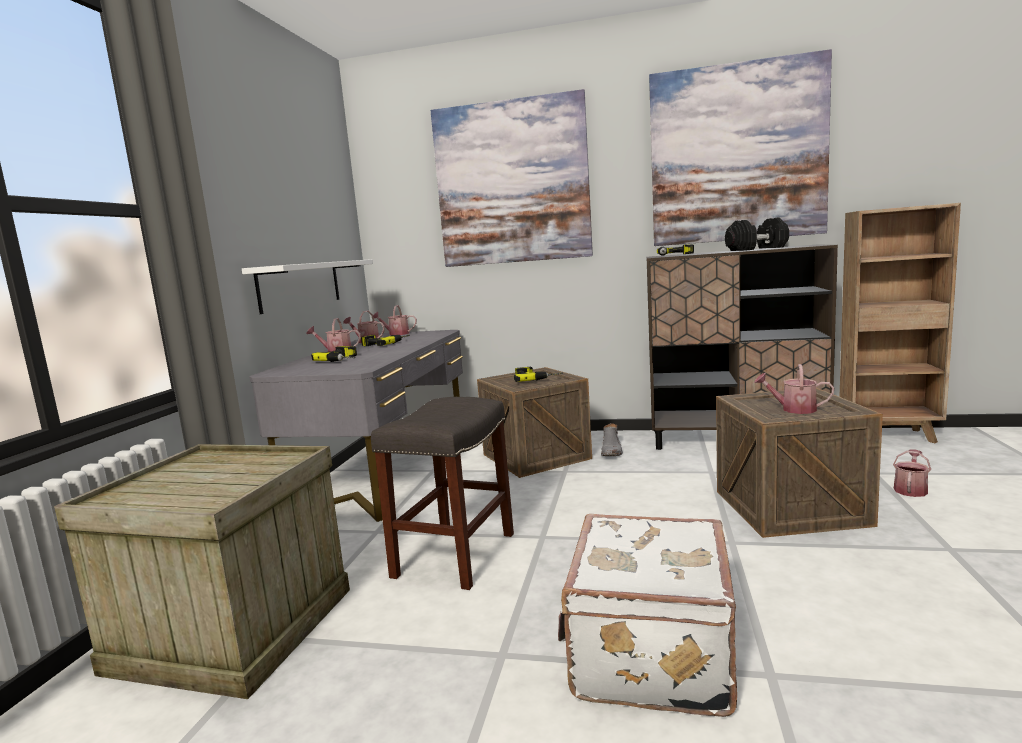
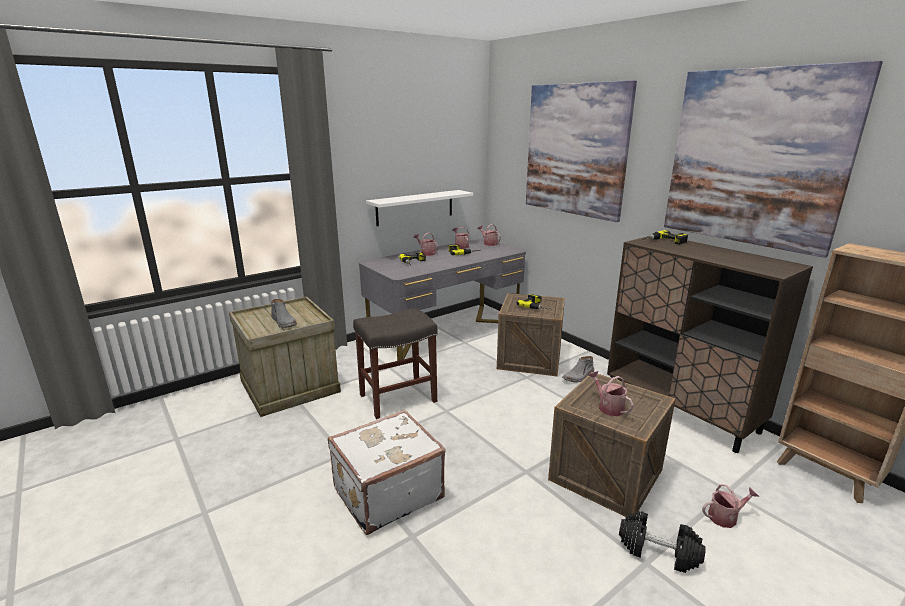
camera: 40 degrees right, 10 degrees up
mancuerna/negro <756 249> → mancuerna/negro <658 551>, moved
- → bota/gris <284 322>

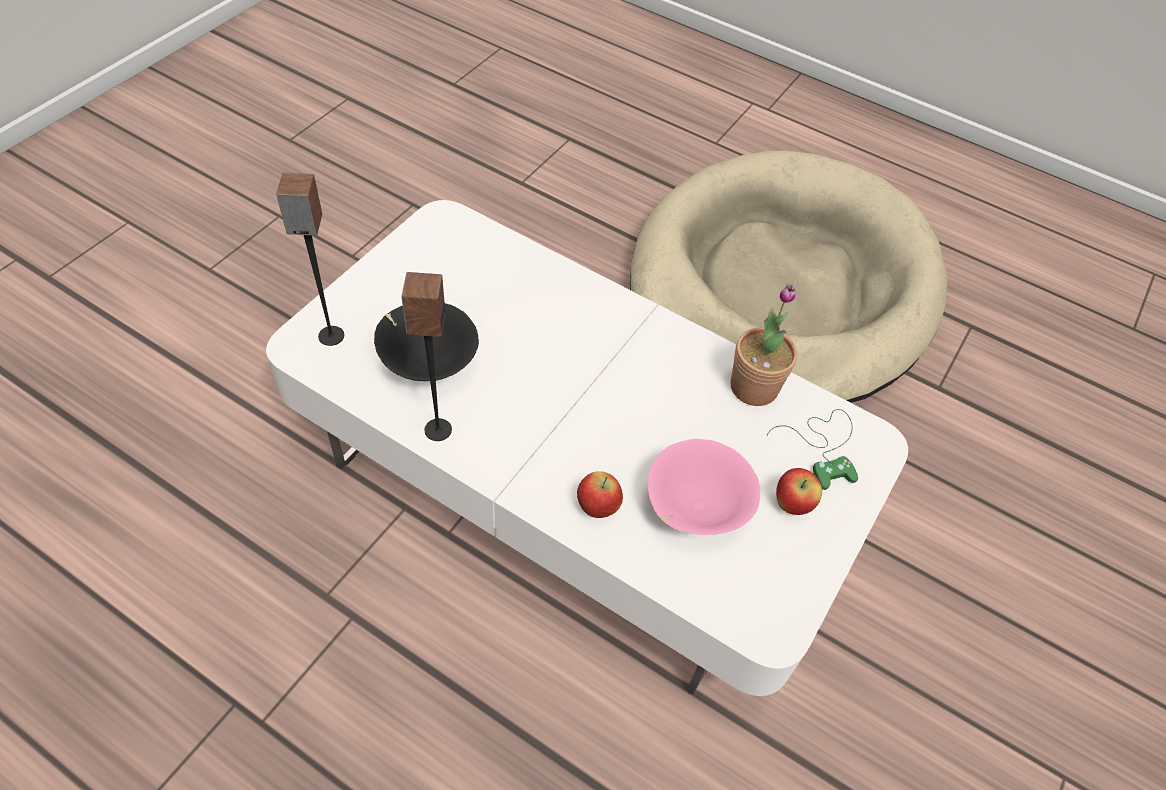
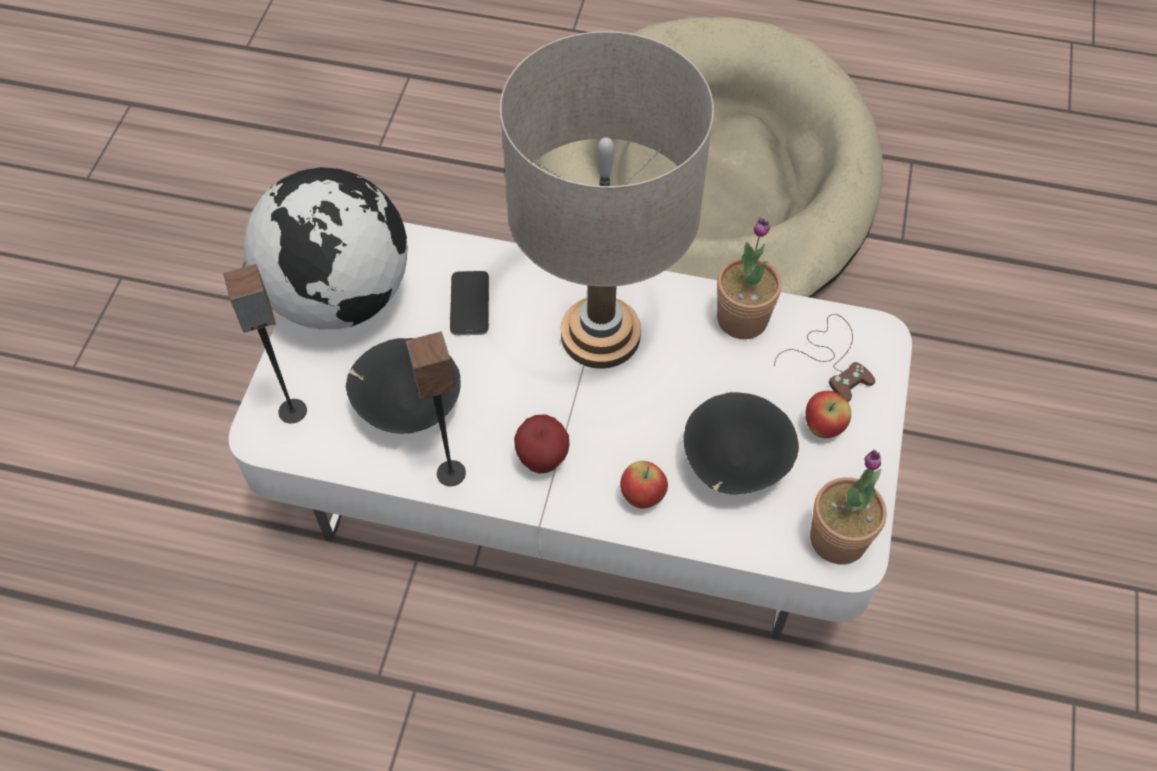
camera: 15 degrees left, 5 degrees up
cuenco/rosa <694 508> → cuenco/negro <734 464>
mando de consola/verde <824 446> → mando de consola/marrón <831 358>
- → globo terráqueo <340 296>
- → móvil <469 304>
- → lámpara de mesa/beis <601 334>
- → manzana <542 460>
- → planta en maceta <838 539>

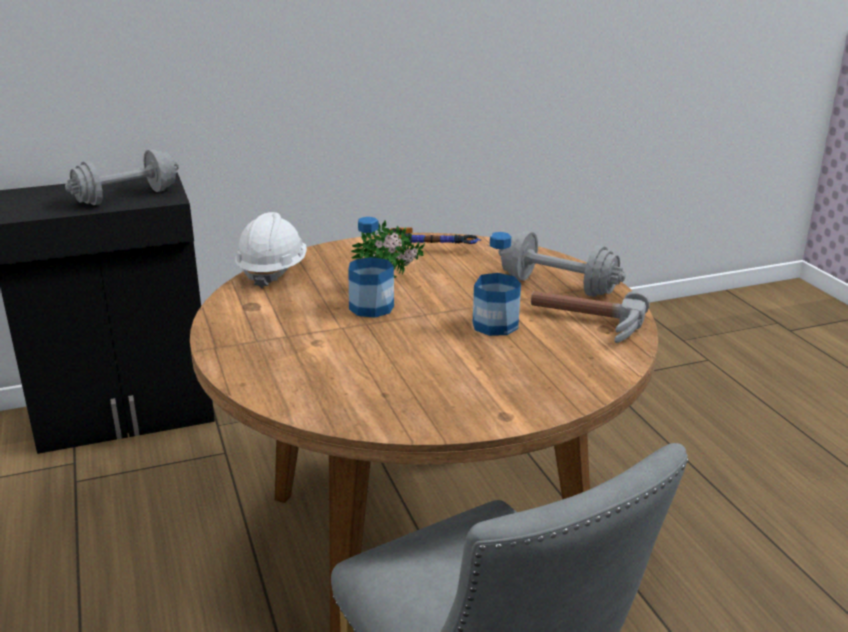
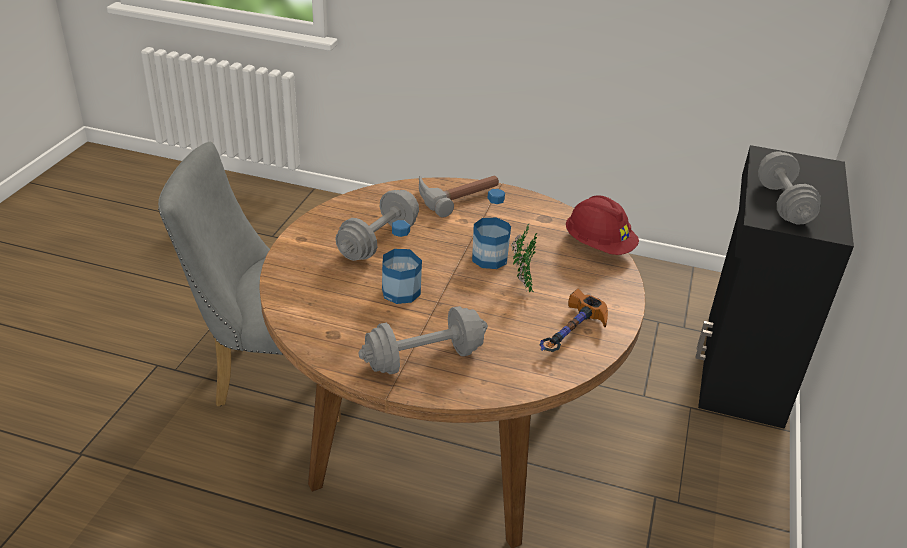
camera: 125 degrees right, 10 degrees up
casco/blanco <272 272> → casco/rojo <599 245>
martillo <584 324> → martillo <456 195>, moved
- → mancuerna/gris <378 241>

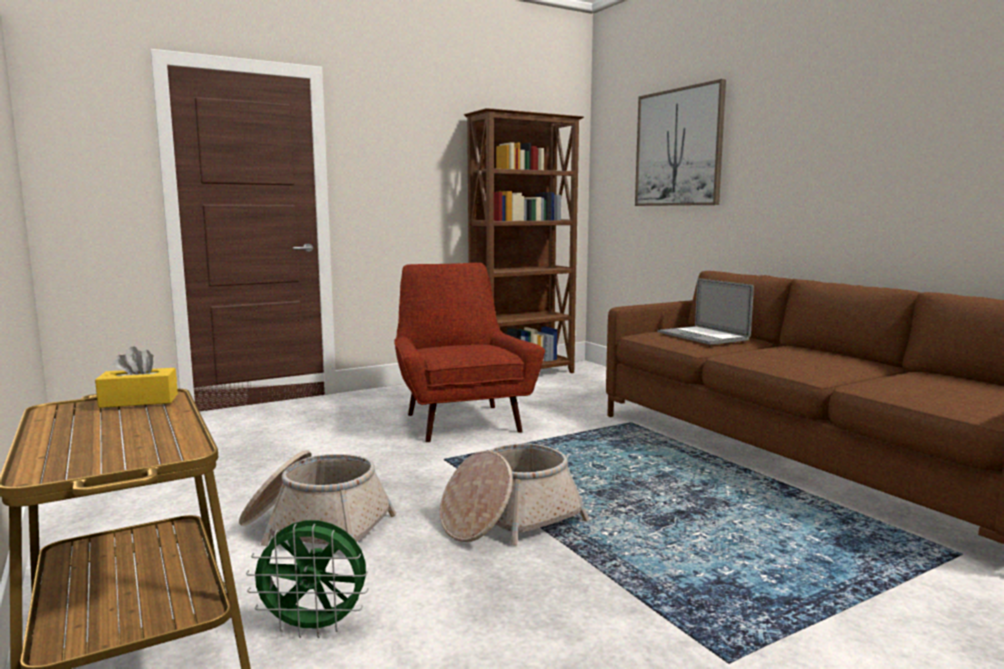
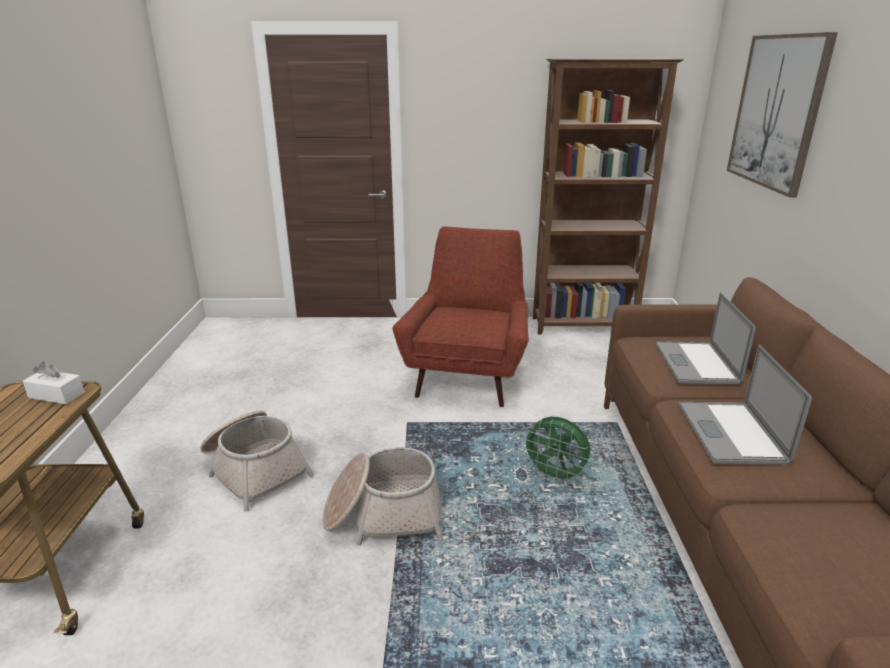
camera: 30 degrees right, 15 degrees up
caja de pañuelos/amarillo <139 401> → caja de pañuelos/blanco <56 395>
ventilador/verde <315 627> → ventilador/verde <555 475>, moved
- → portátil <731 432>

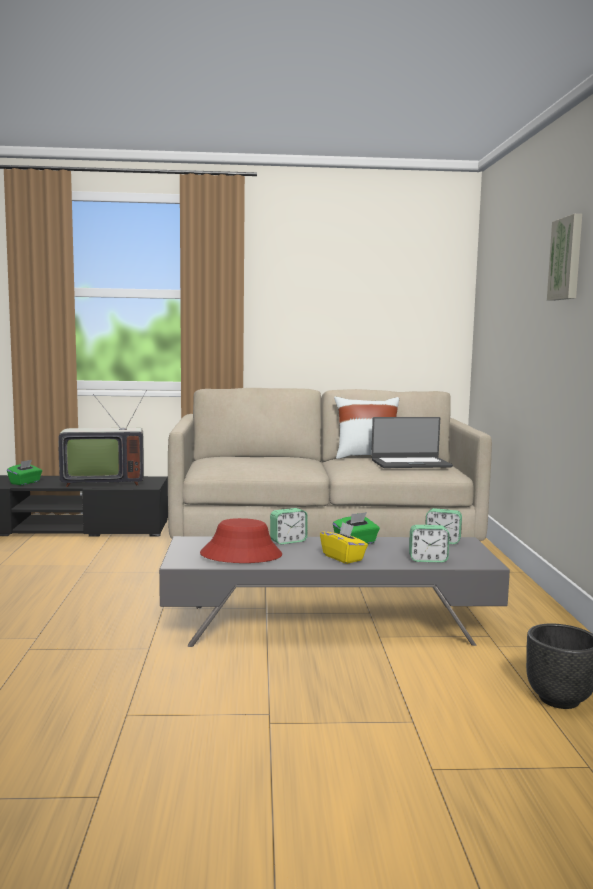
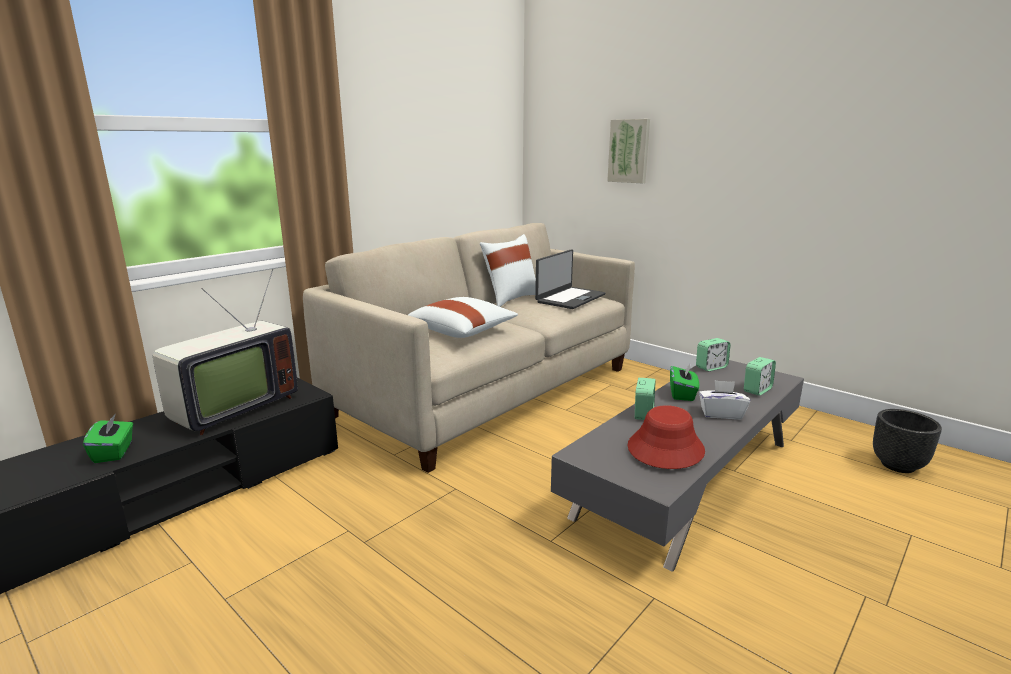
camera: 45 degrees left, 10 degrees up
caja de pañuelos/amarillo <343 558> → caja de pañuelos/blanco <721 414>
cuadro <567 259> → cuadro <629 151>, moved
- → cojín/blanco <463 331>

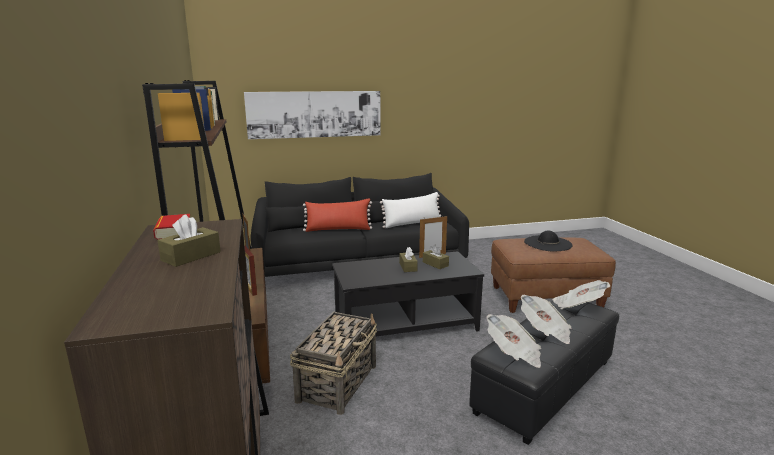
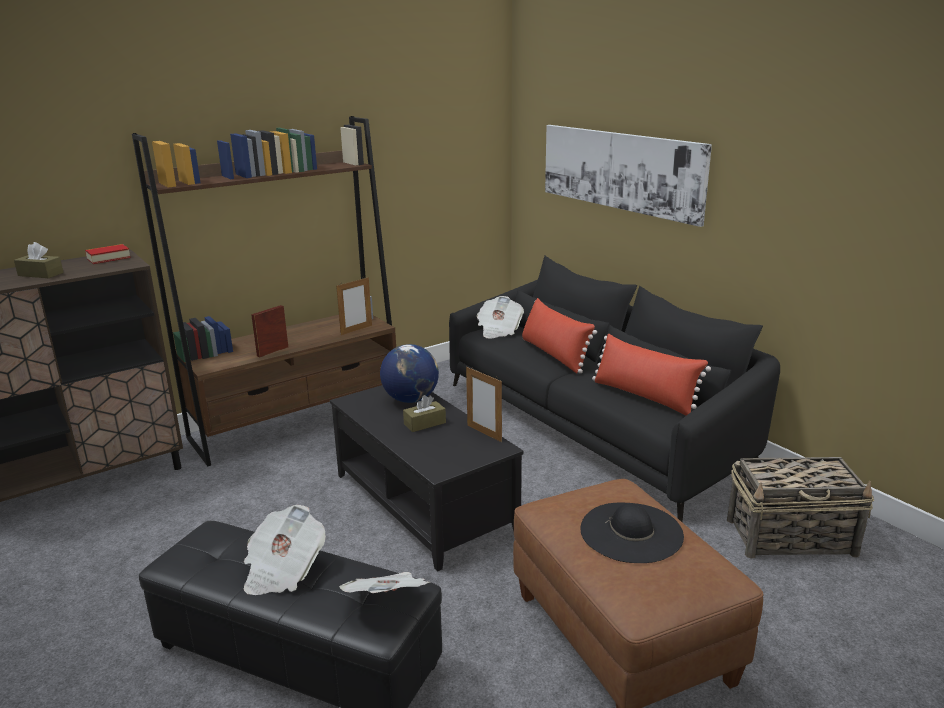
camera: 70 degrees right, 5 degrees up
cesta <338 382> → cesta <792 537>, moved
cojín/blanco <412 224> → cojín/rojo <644 397>
caja de pañuelos/marrón <435 264> → -
periódico <514 354> → periódico <498 330>, moved
- → globo terráqueo <410 399>

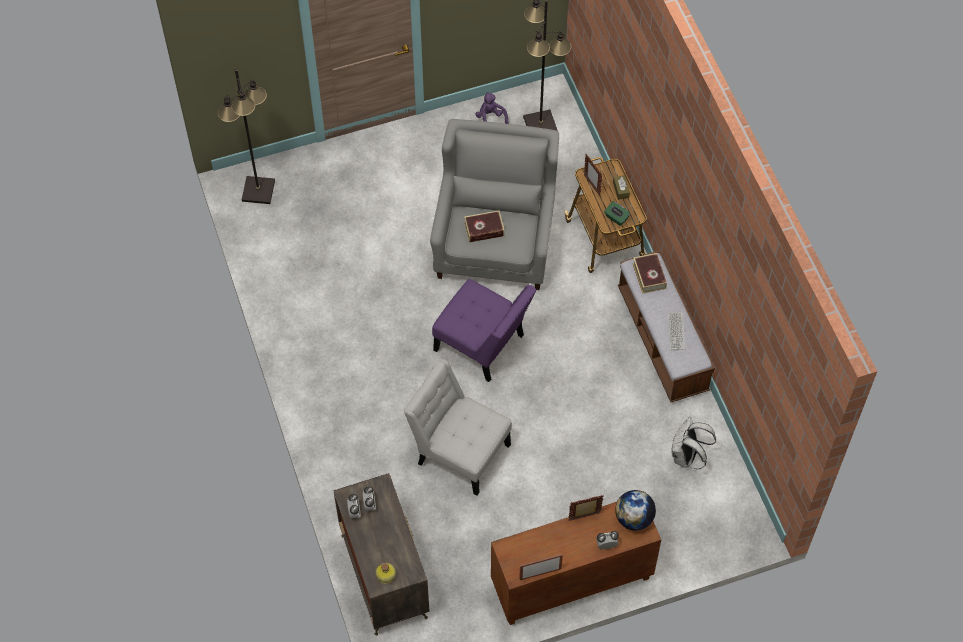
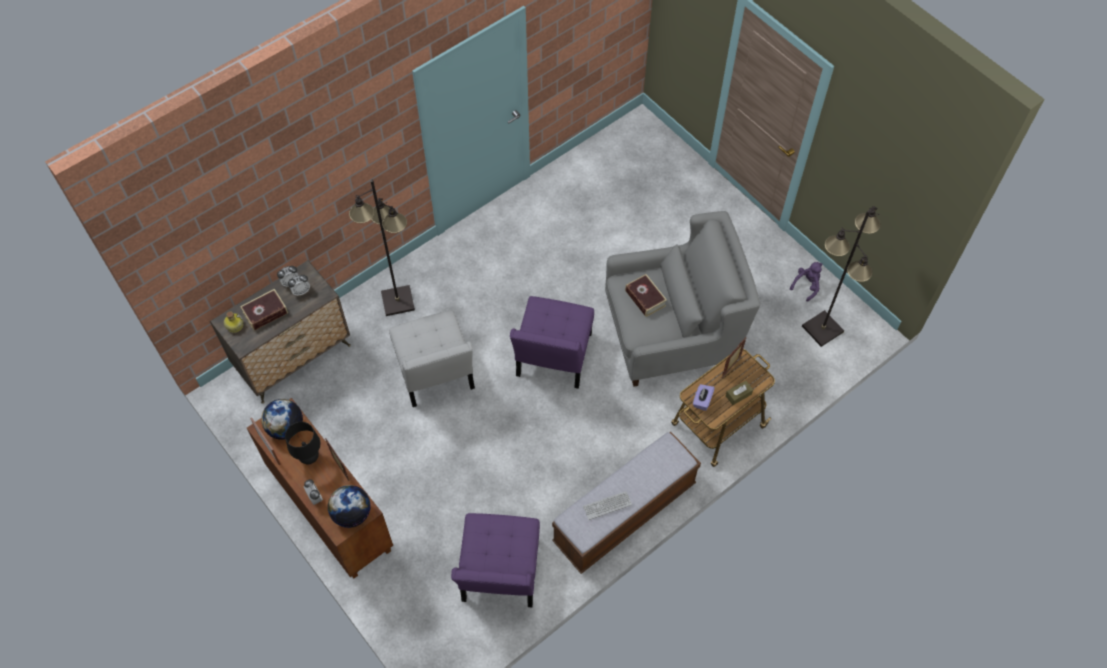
camera: 70 degrees right, 0 degrees up
lámpara de pie/negro <258 191> → lámpara de pie/negro <397 301>, moved
silla/blanco <459 451> → silla/blanco <435 375>, 150 degrees clockwise
caja de pañuelos/verde <616 218> → caja de pañuelos/morado <702 401>
libro <649 276> → libro <265 313>, moved
mochila/blanco <686 457> → silla/morado <499 575>
- → globo terráqueo <285 428>
- → lámpara de mesa/negro <309 457>

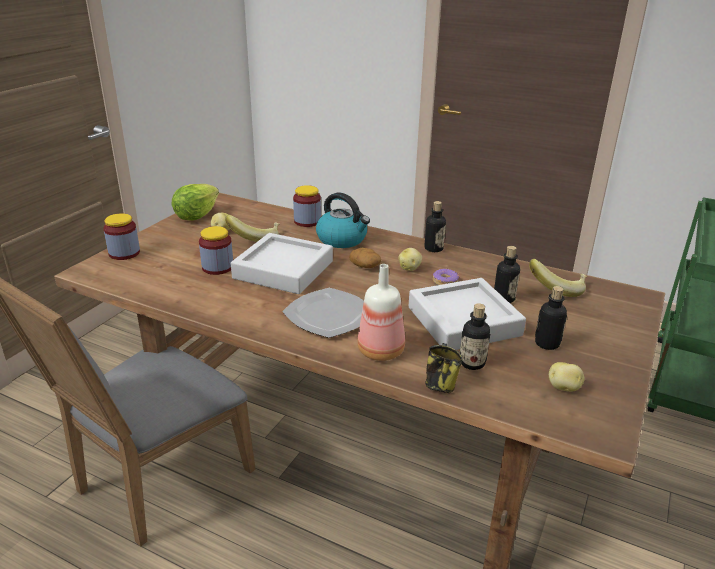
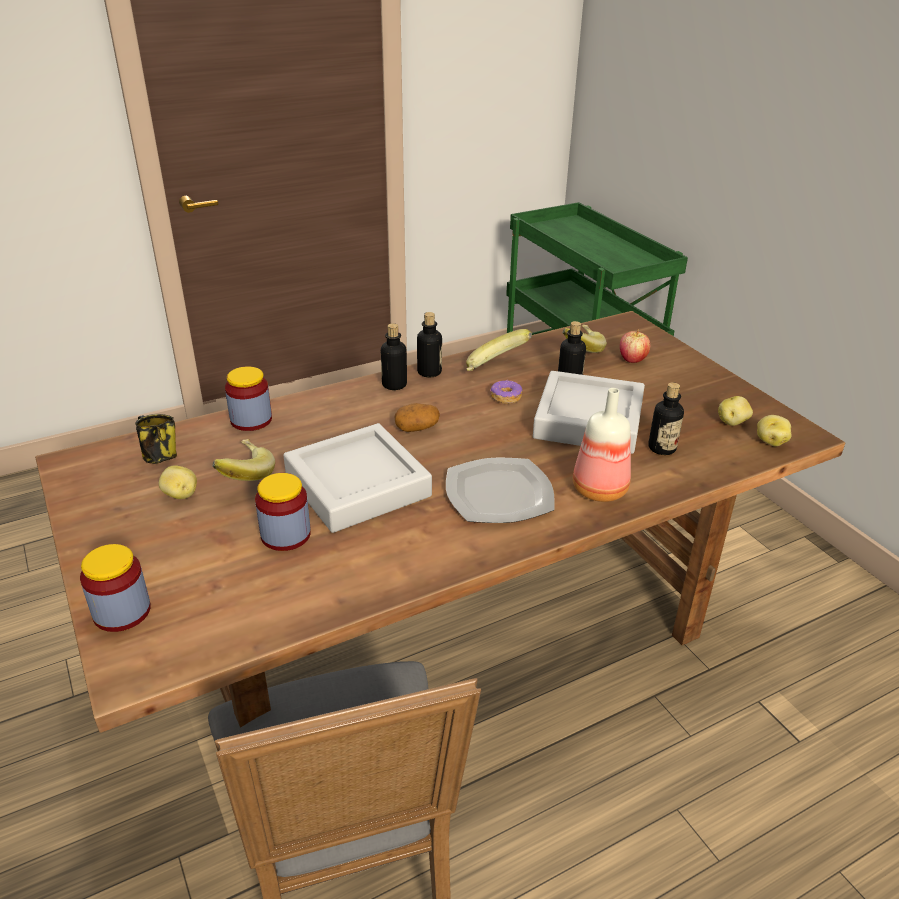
camera: 55 degrees left, 5 degrees up
lechuga <196 215> → -
hervidor <342 239> → -
patata <410 268> → patata <770 441>, moved
taza grande <440 384> → taza grande <159 456>, moved
botella <547 343> → botella <394 384>, moved
- → plátano <495 369>
- → manzana <632 359>

